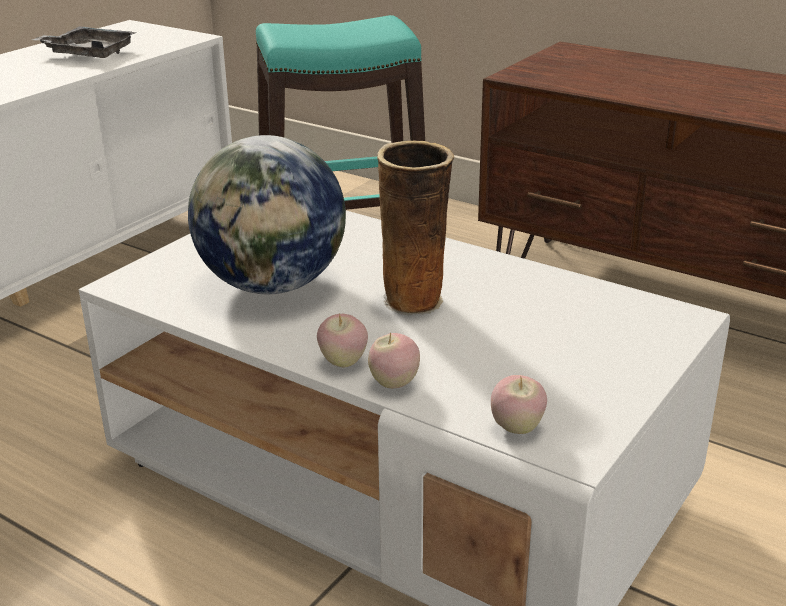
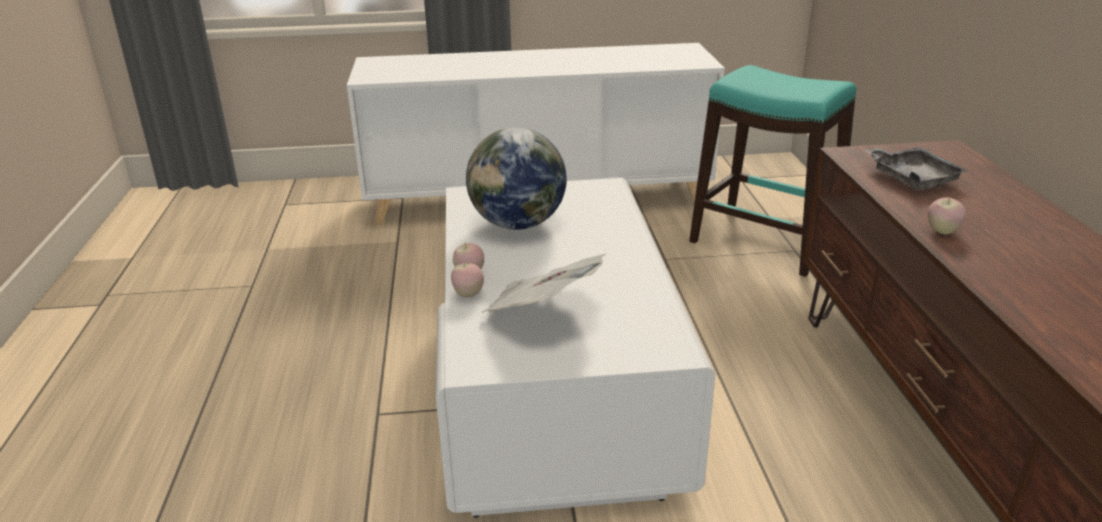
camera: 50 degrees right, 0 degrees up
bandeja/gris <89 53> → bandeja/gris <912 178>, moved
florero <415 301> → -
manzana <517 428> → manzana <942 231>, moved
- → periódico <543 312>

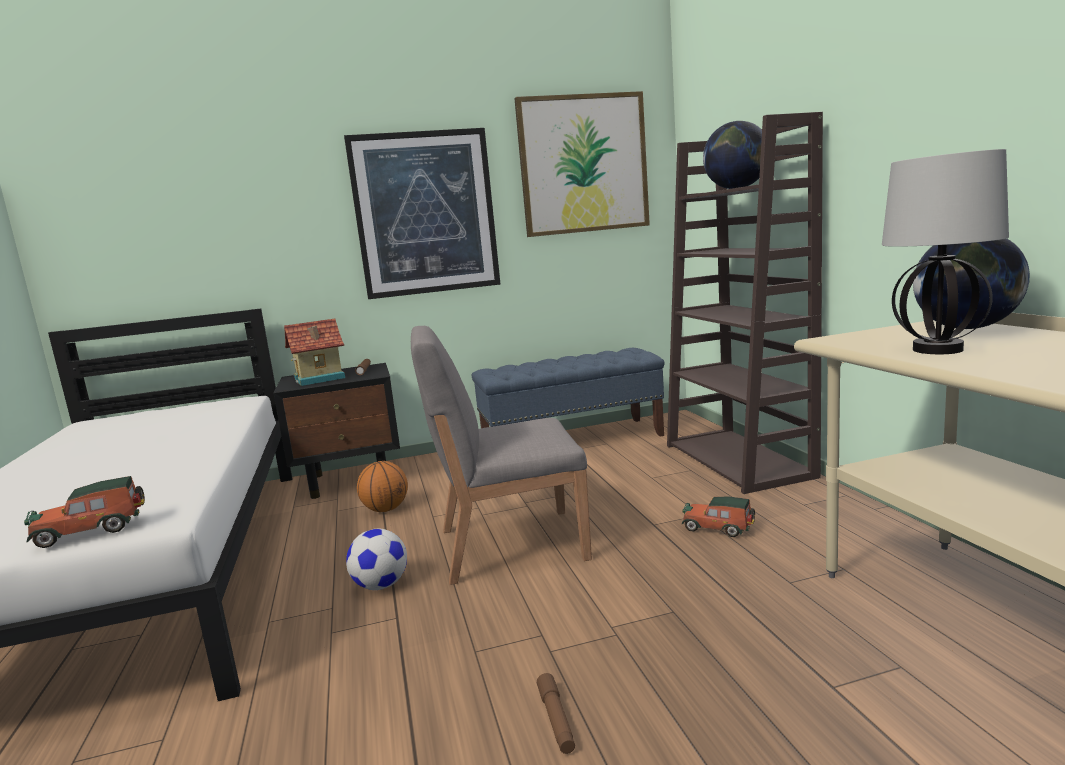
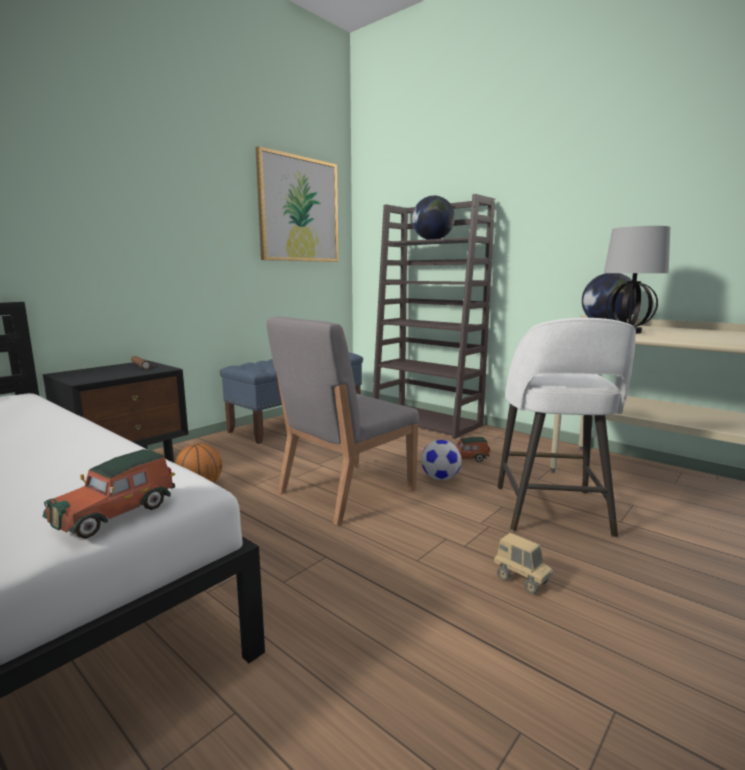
camera: 35 degrees left, 0 degrees up
casita <320 378> → -
cuadro <425 213> → -
balón de fútbol <381 585> → balón de fútbol <440 478>, moved
linterna/marrón <556 720> → camión de juguete <521 580>
- → taburete/blanco <552 512>

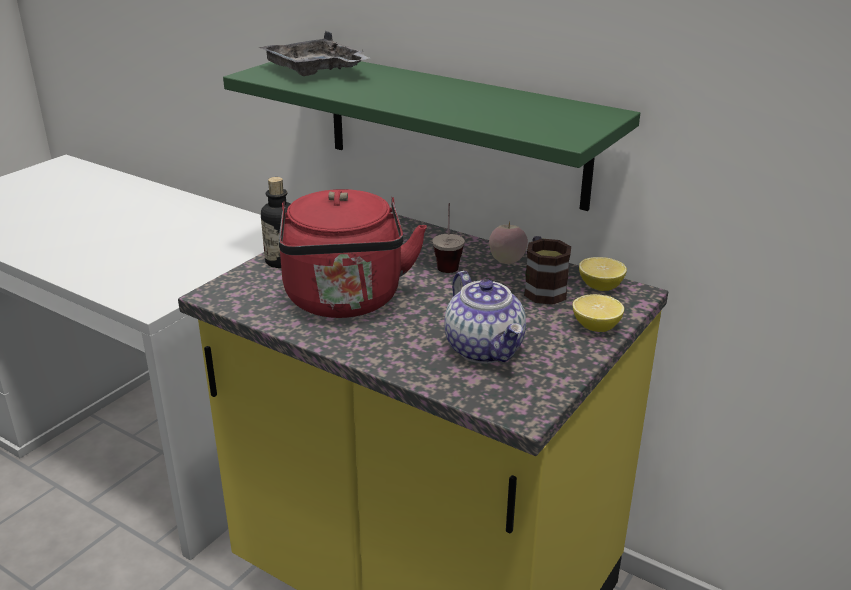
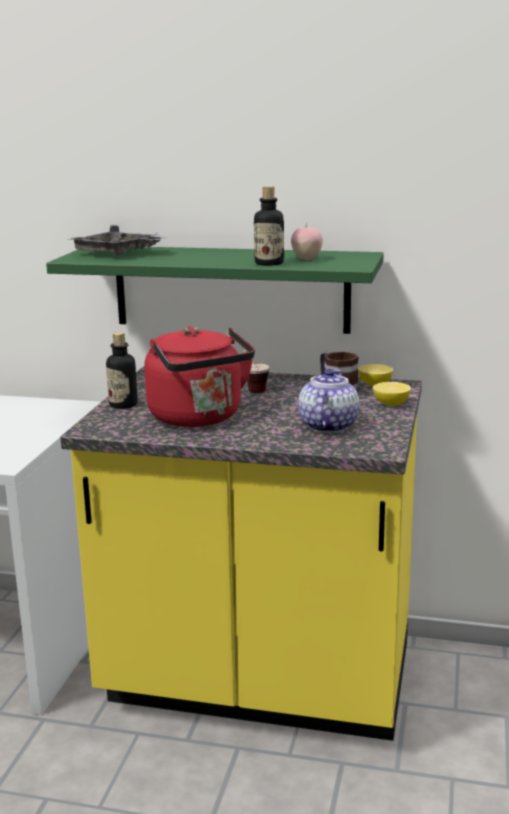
camera: 20 degrees left, 10 degrees down
tetera <485 349> → tetera <327 426>, 120 degrees counterclockwise
manzana <507 261> → manzana <306 259>, moved
- → botella <269 263>

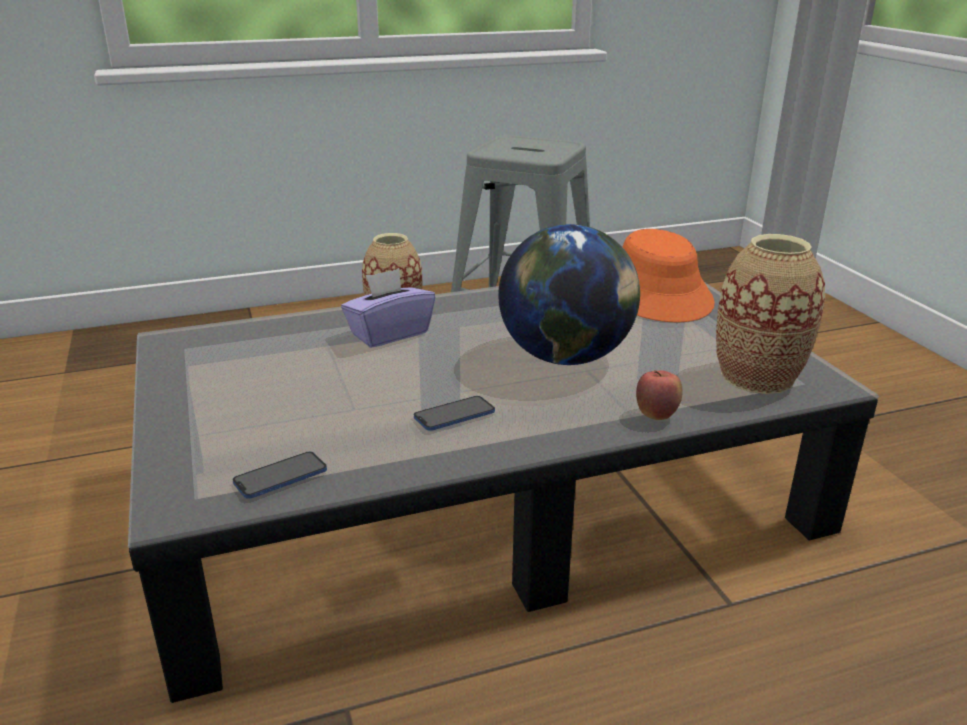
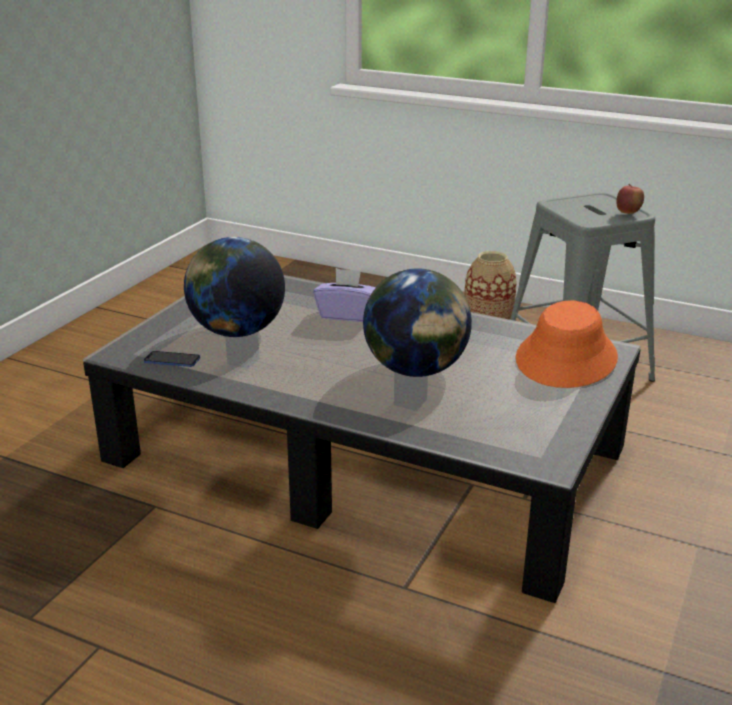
camera: 45 degrees right, 0 degrees up
móvil <454 415> → -
manzana <656 415> → manzana <628 213>, moved
florero <757 376> → -
- → globo terráqueo <236 331>

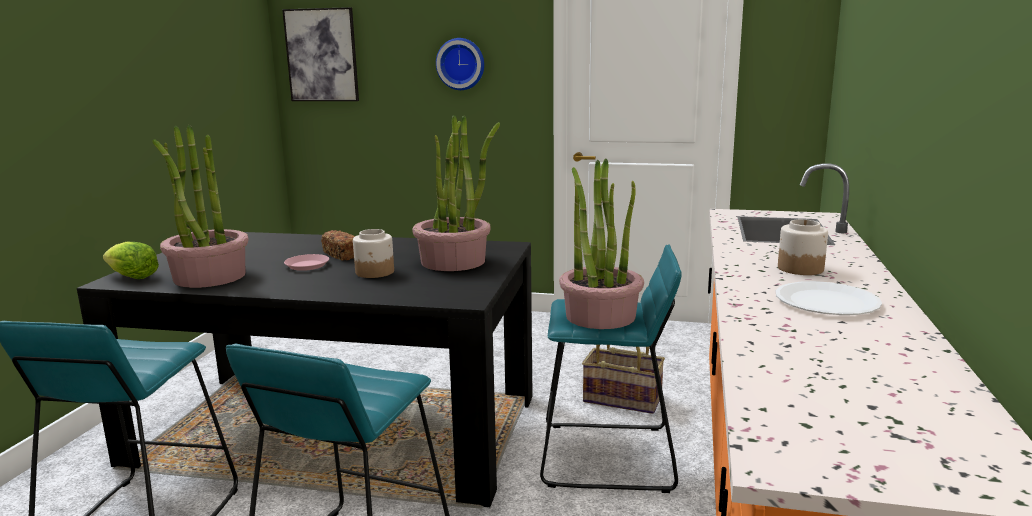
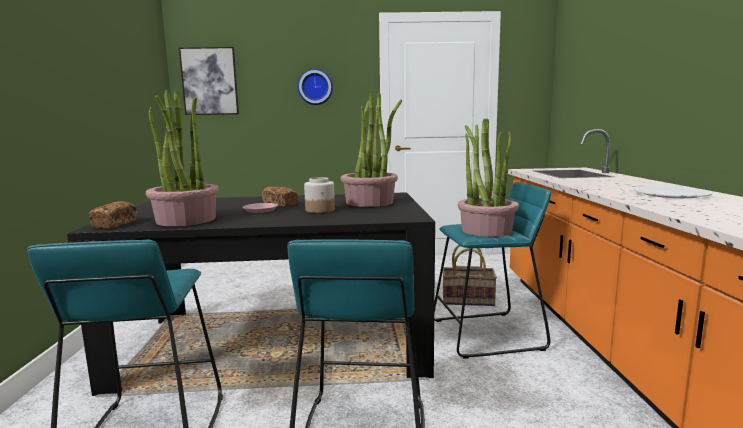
camera: 15 degrees left, 5 degrees down
lechuga <133 277> → pan <115 224>
tarro <800 268> → -

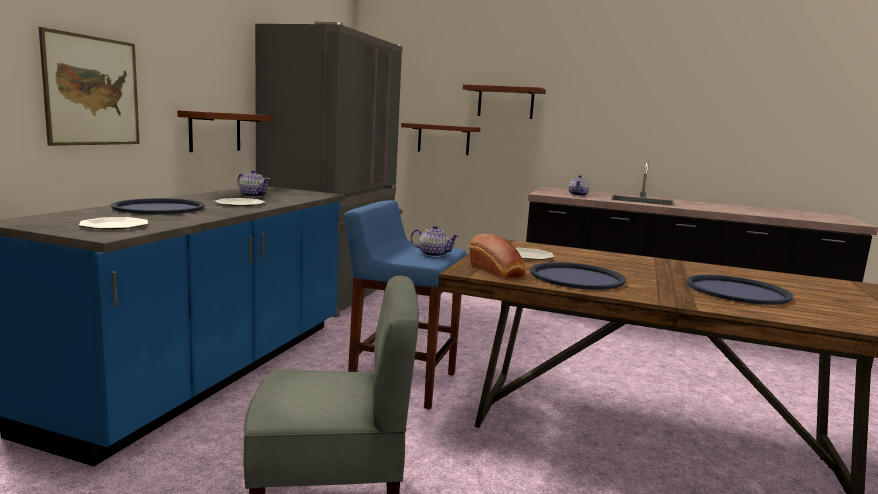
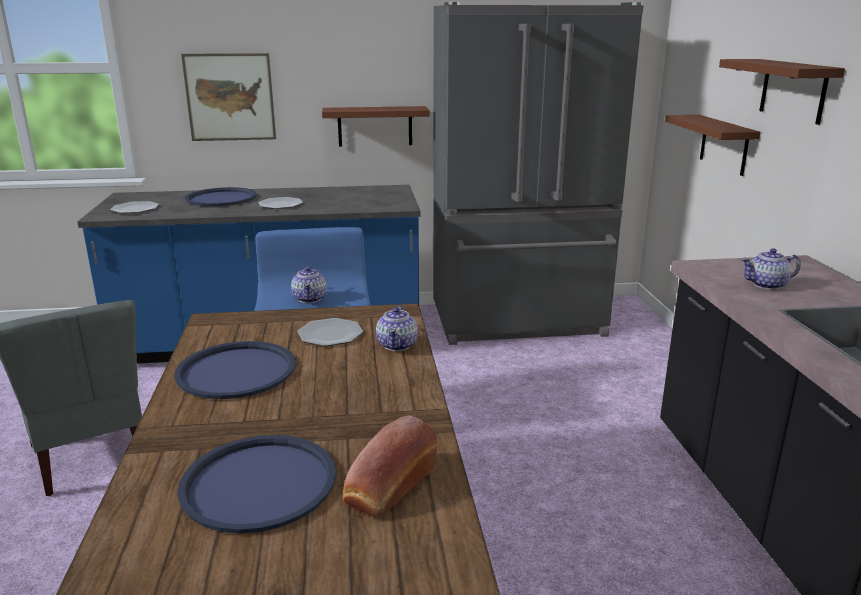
camera: 65 degrees right, 10 degrees up
tetera <253 196> → tetera <397 345>, moved
pan <498 271> → pan <388 488>, moved

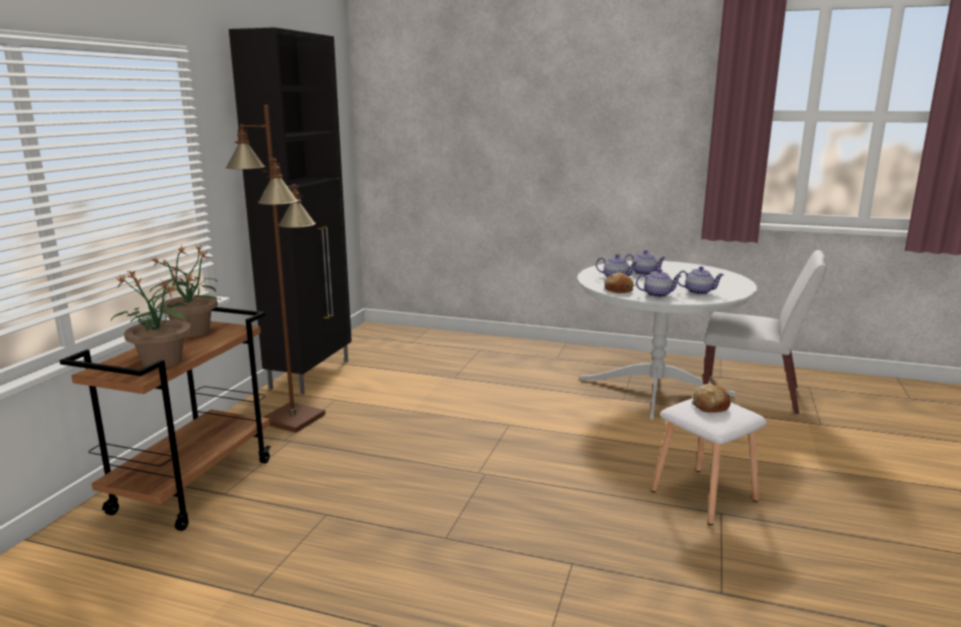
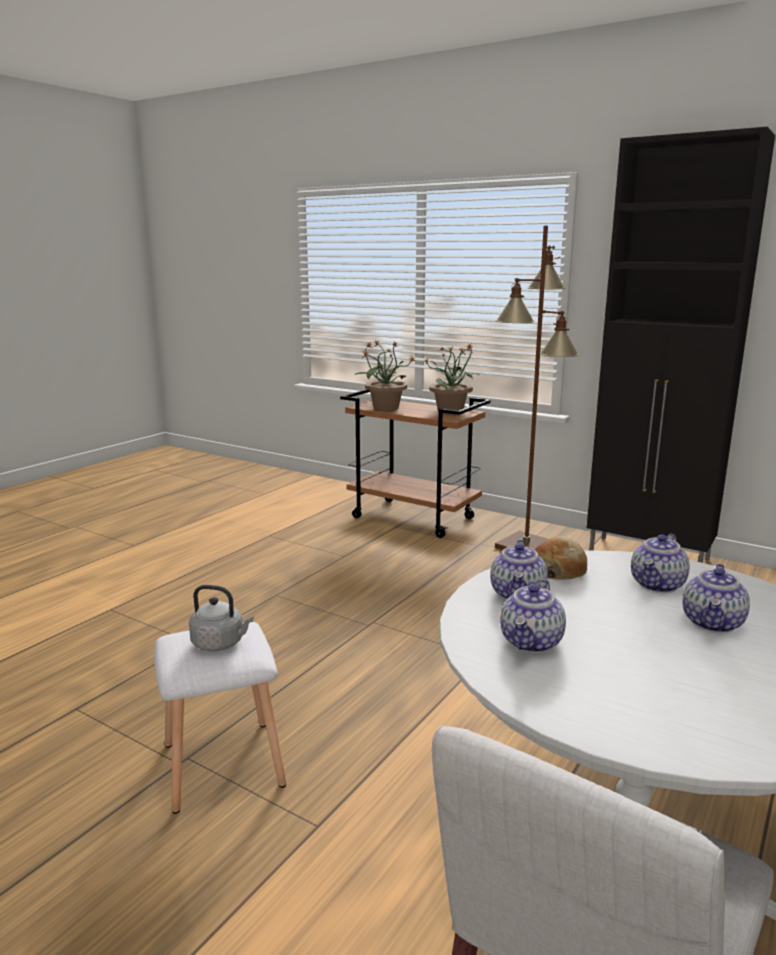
camera: 105 degrees right, 0 degrees up
pan <710 406> → hervidor/gris <220 643>

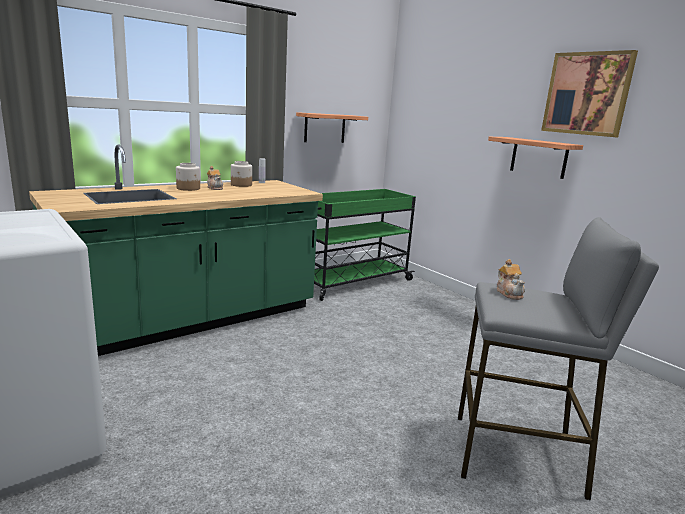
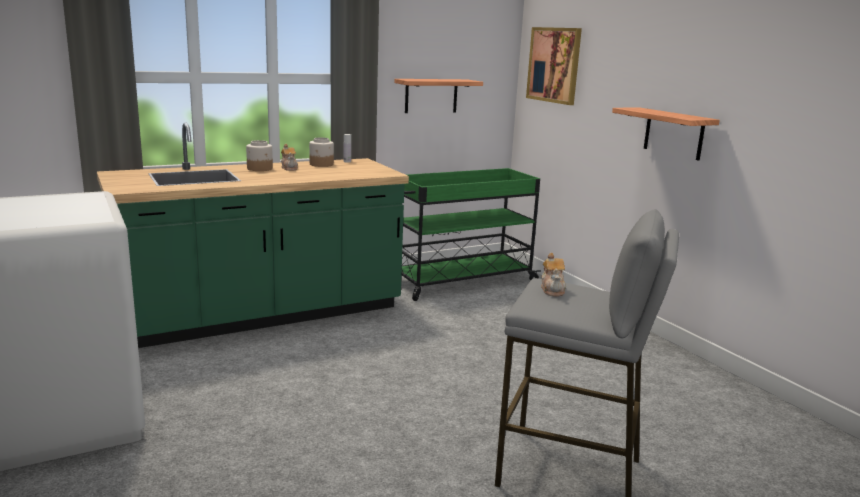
camera: 10 degrees right, 0 degrees up
cuadro <587 94> → cuadro <554 65>, moved

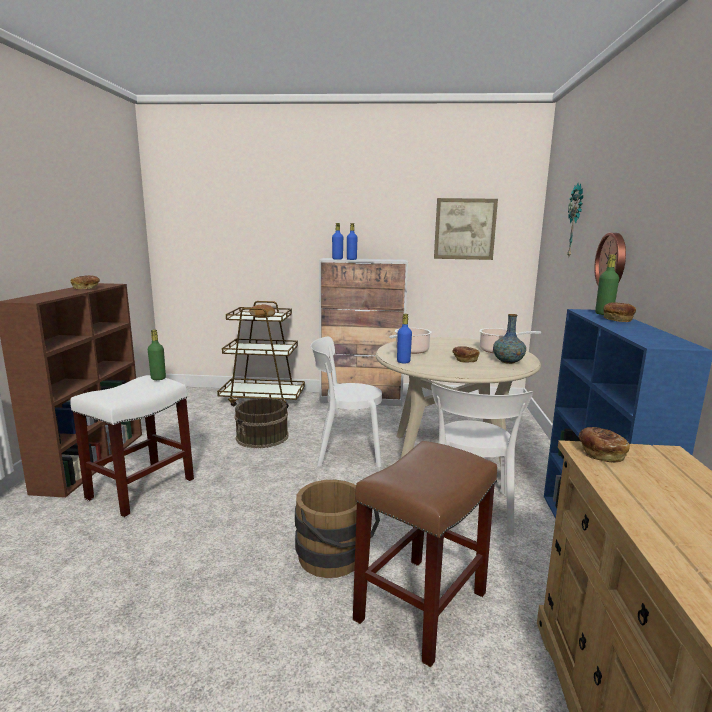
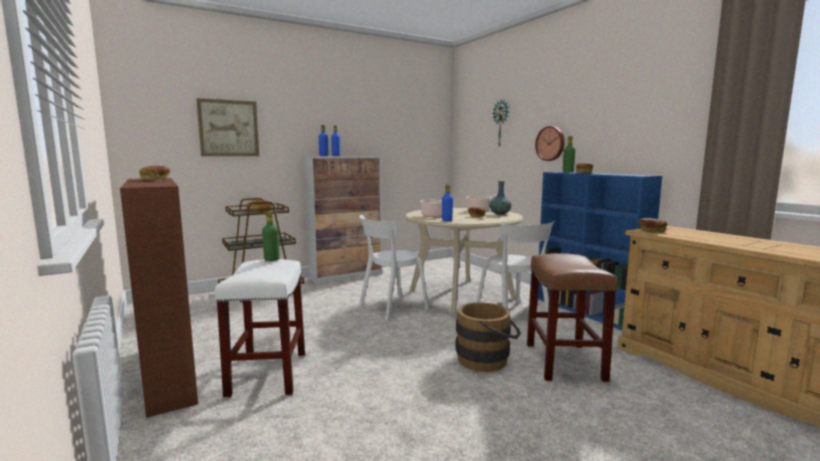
camera: 35 degrees left, 5 degrees down
cubo/marrón <262 437> → -
cuadro <465 229> → cuadro <229 128>, moved

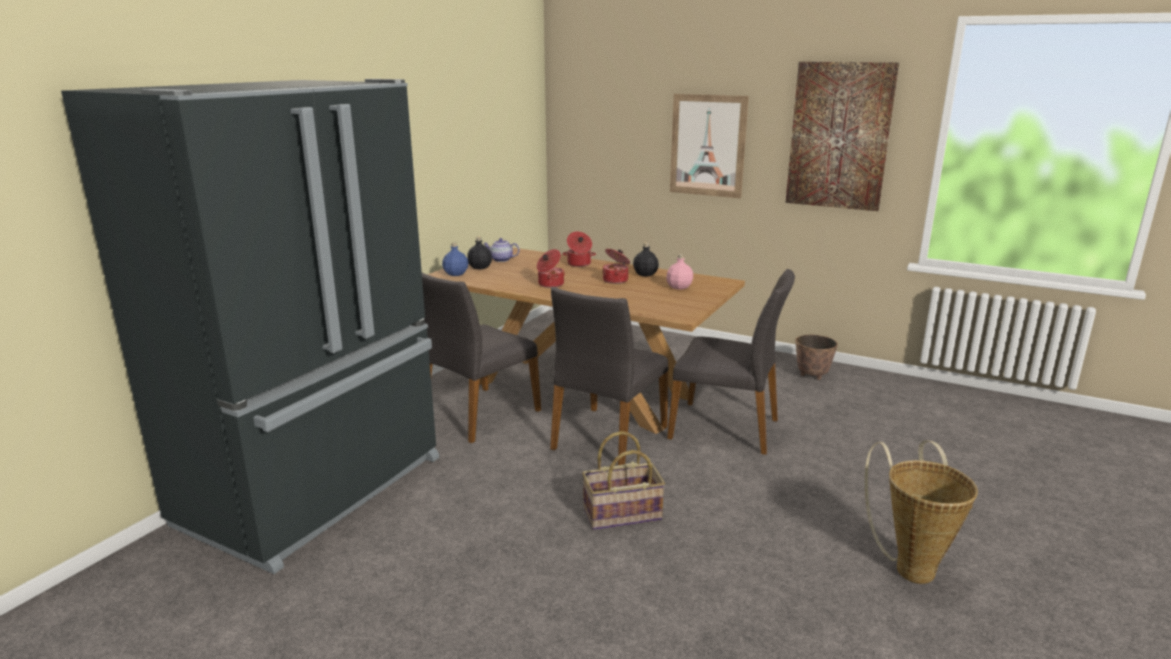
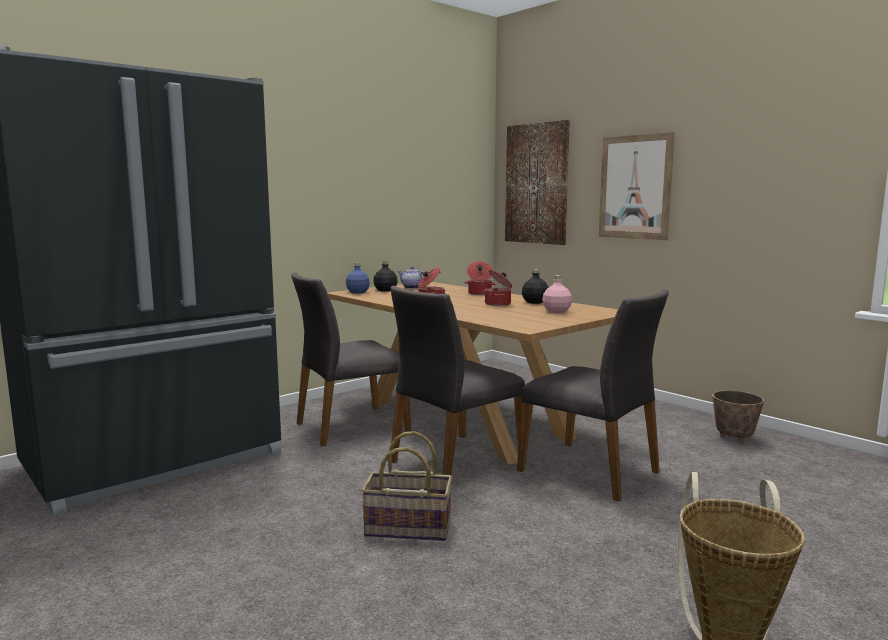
camera: 20 degrees right, 10 degrees down
cuadro <839 136> → cuadro <536 184>, moved

